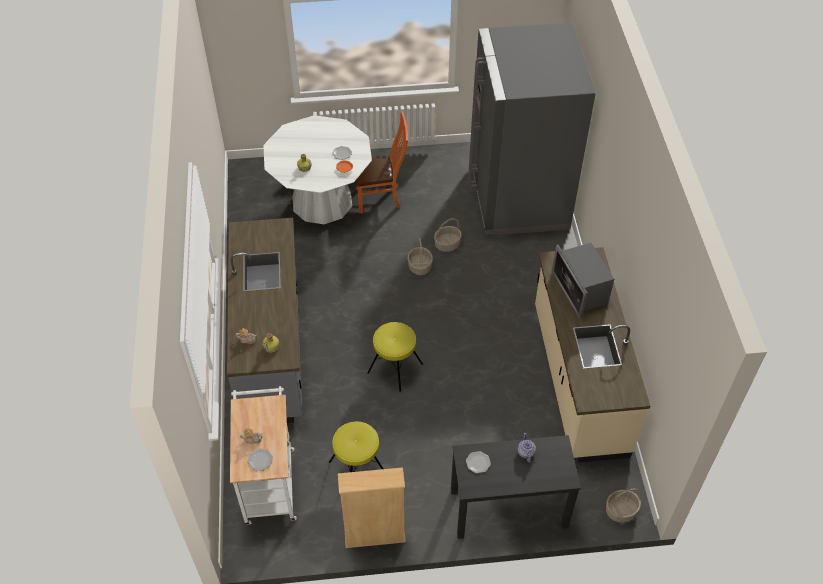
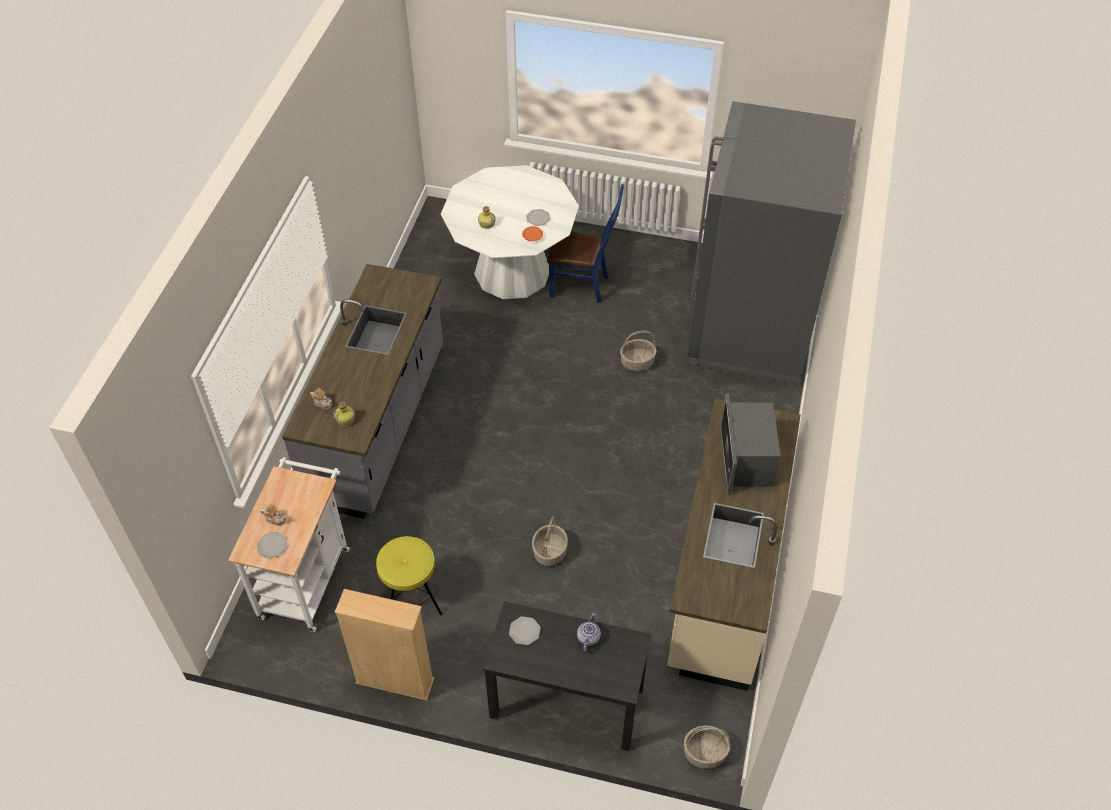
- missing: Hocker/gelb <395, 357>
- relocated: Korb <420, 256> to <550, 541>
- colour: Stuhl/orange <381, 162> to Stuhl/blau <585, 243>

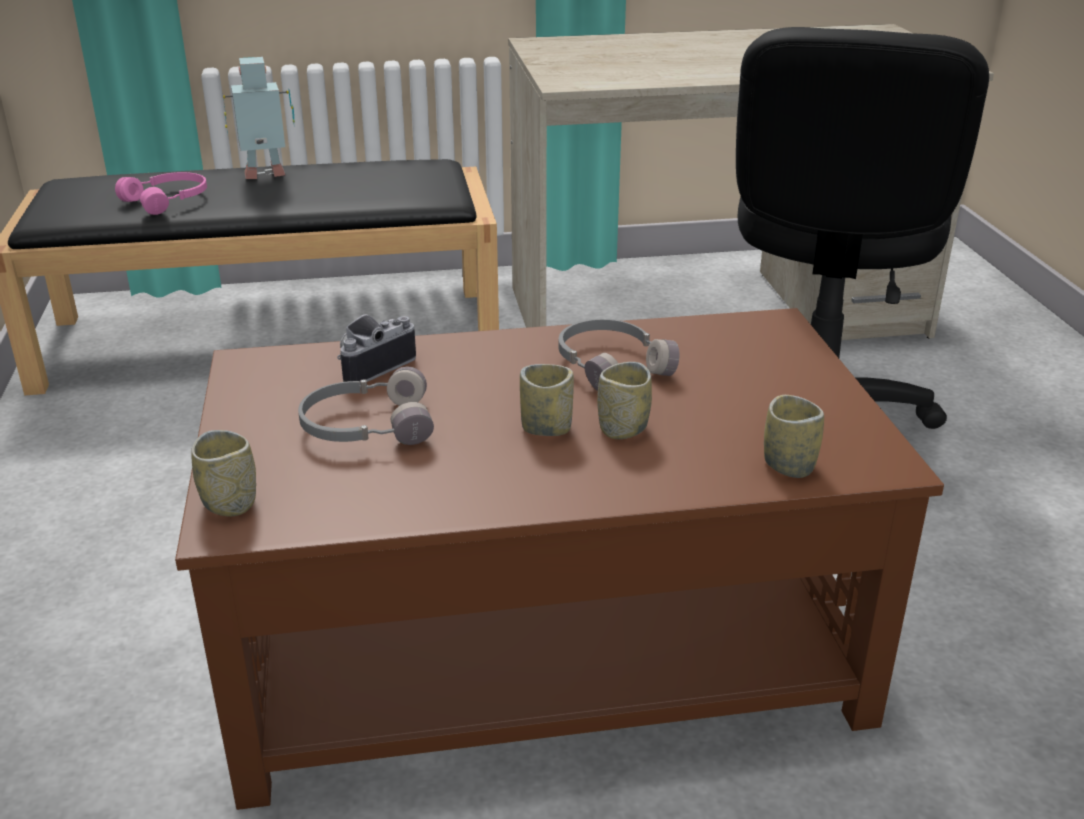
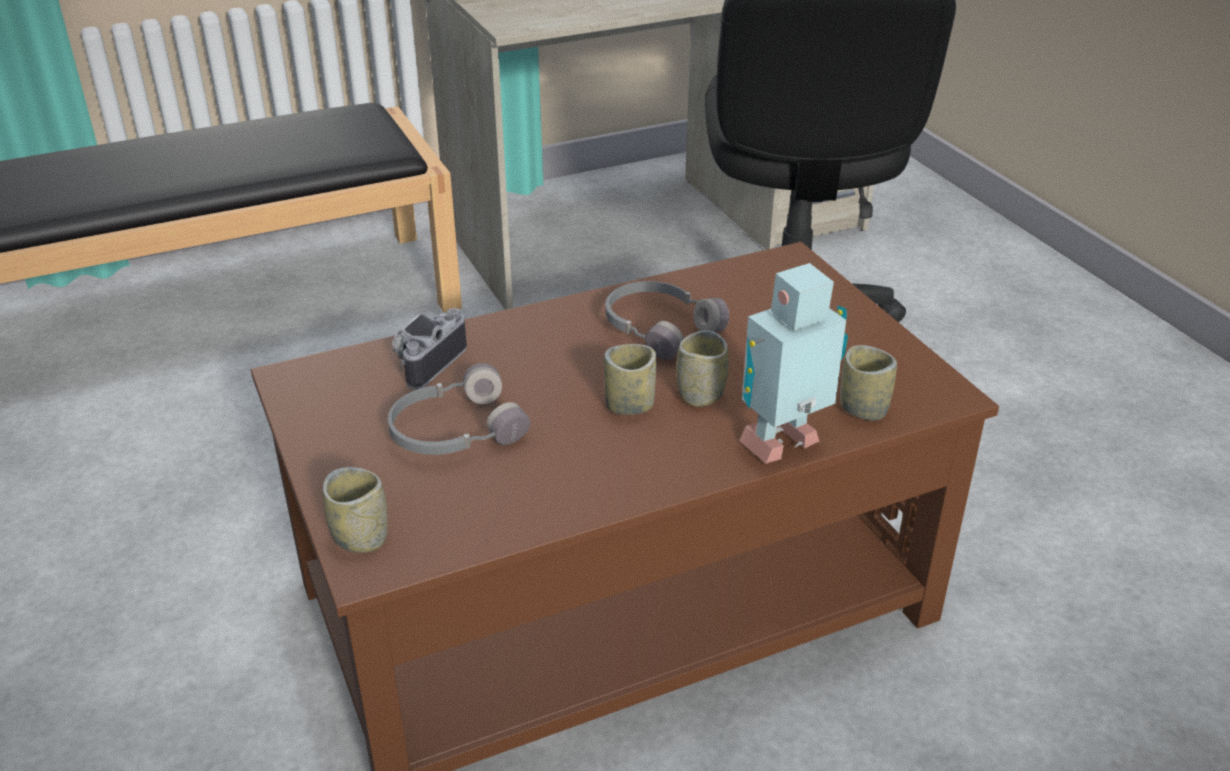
- missing: Kopfhörer/rosa <161, 193>
- relocated: Spielzeugroboter <259, 118> to <794, 363>

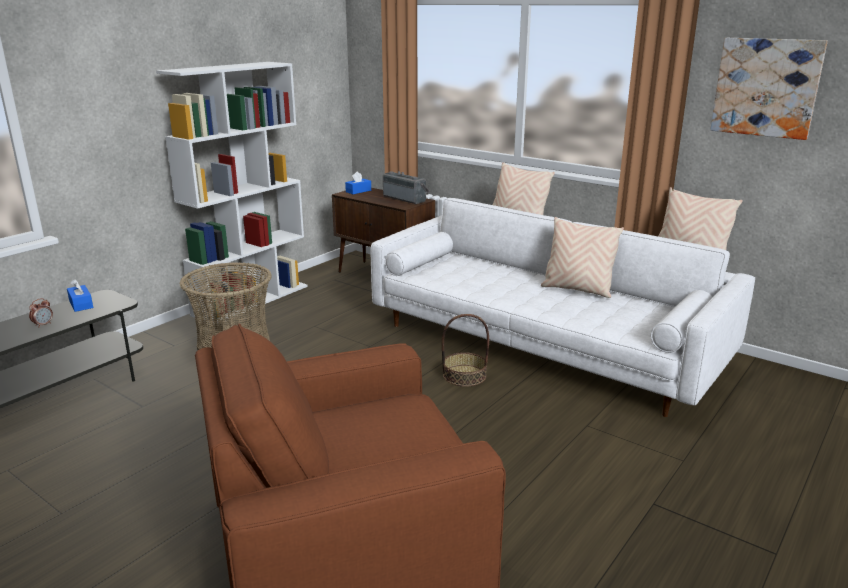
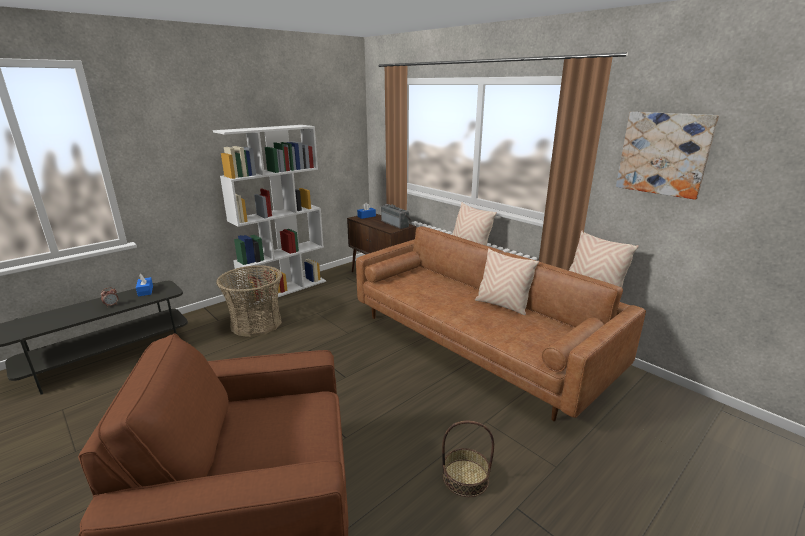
- relocated: Korb <465, 350> to <468, 459>
- colour: Sofa/weiß <562, 307> to Sofa/braun <501, 323>

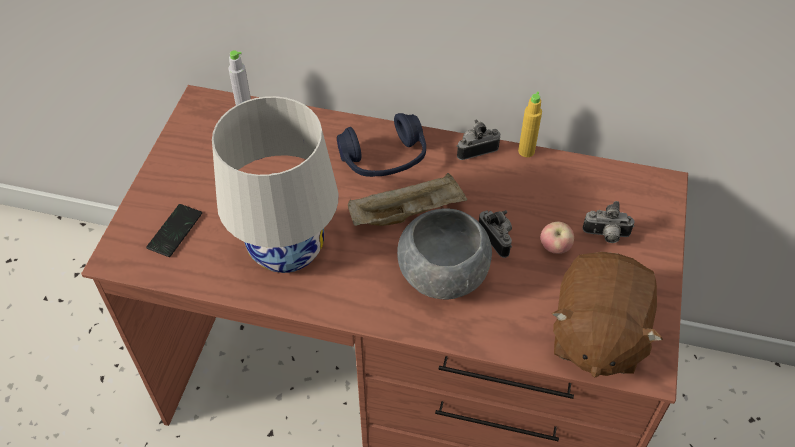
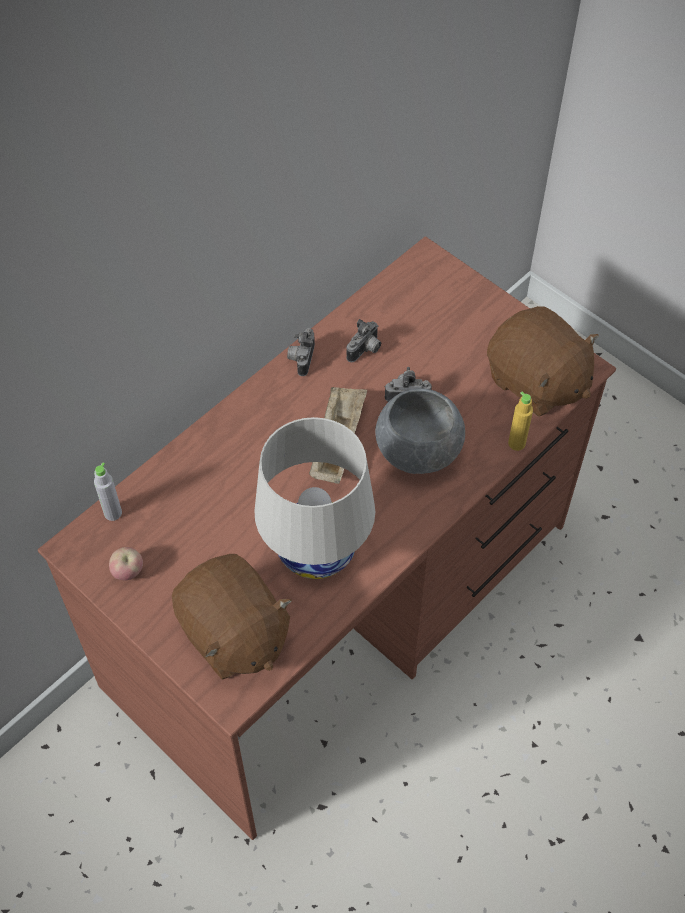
- missing: Kopfhörer/blau <381, 145>
- relocated: Flasche/gelb <530, 124> to <520, 421>
- relocated: Apfel <557, 237> to <126, 564>
- relocated: Kamera <608, 222> to <363, 340>
- exchanged: Handy <174, 230> to Plüschtier/braun <232, 617>

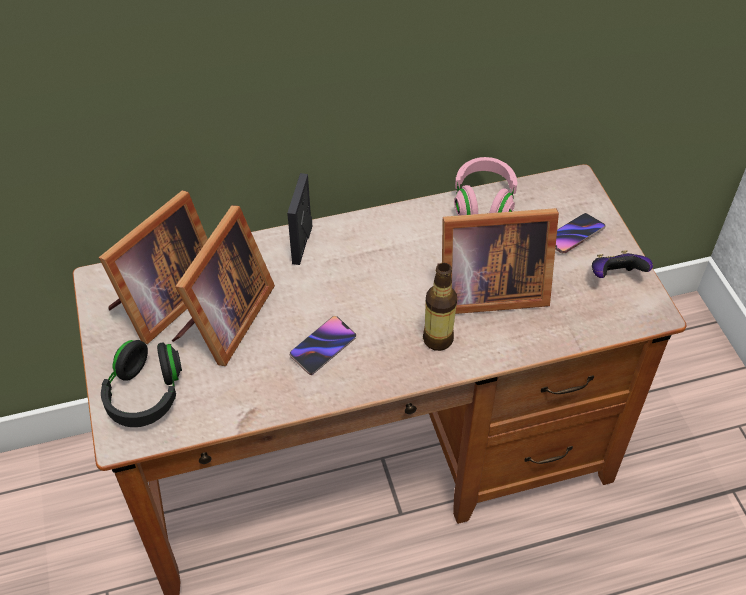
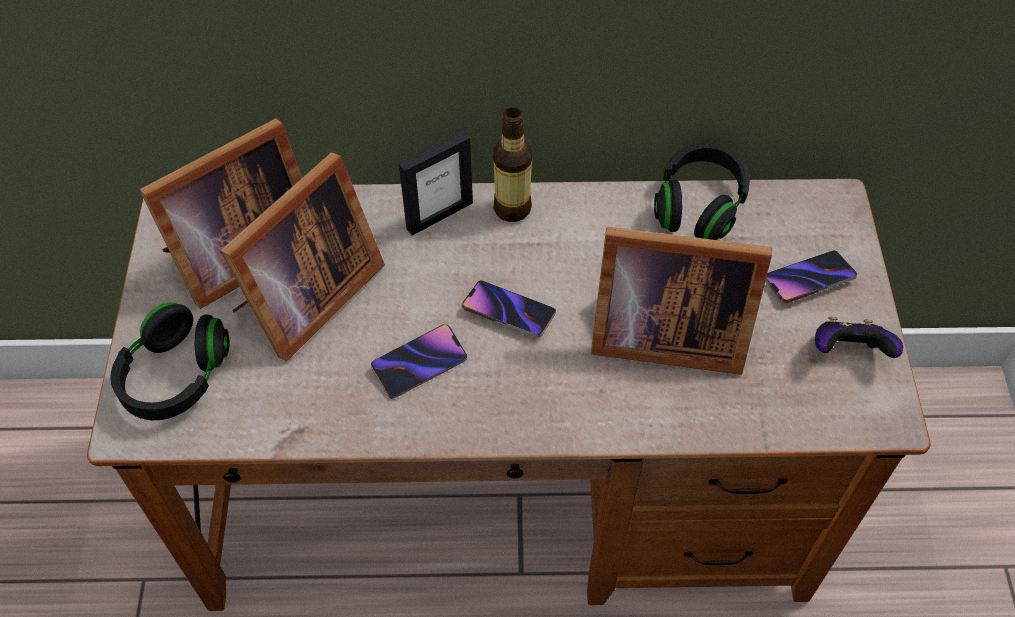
- appeared: Handy <509, 309>
- relocated: Flasche <440, 307> to <512, 164>
- colour: Kopfhörer/rosa <486, 186> to Kopfhörer/schwarz <702, 191>
- spun: Bilderrahmen <299, 219> = <436, 183> 150 degrees counterclockwise

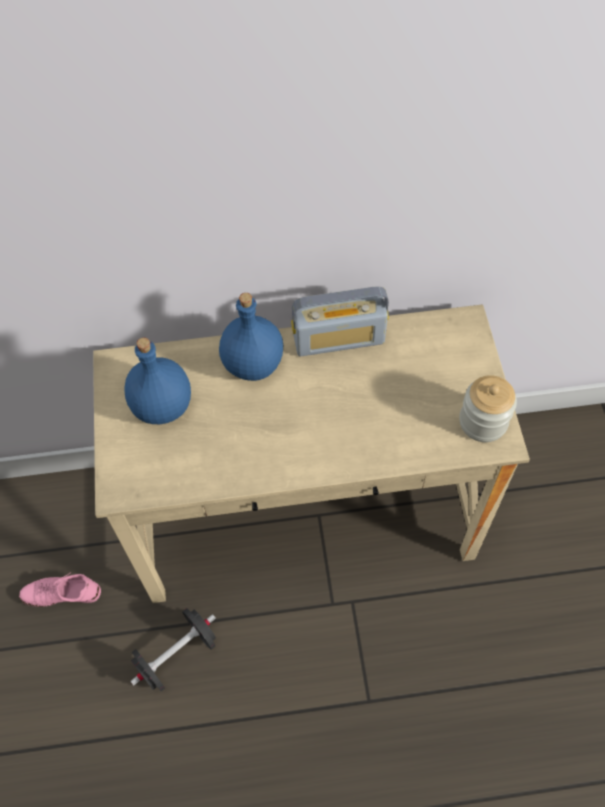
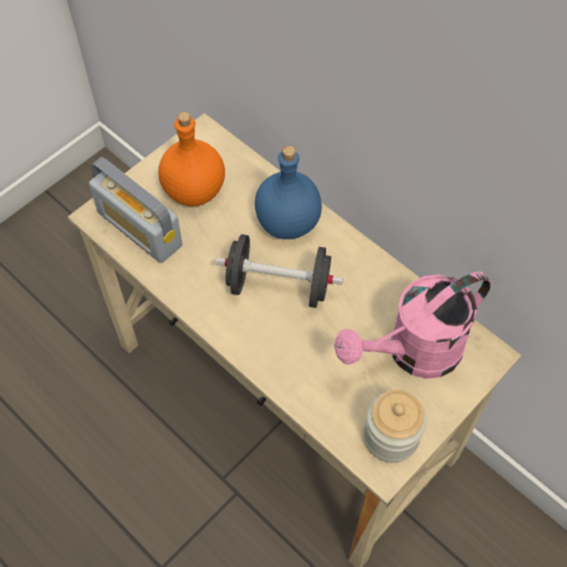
- missing: Schuh/rosa <60, 589>
- appeared: Gießkanne/rosa <412, 325>
- relocated: Hantel/schwarz <173, 649> to <279, 271>
- relocated: Radio <340, 321> to <135, 210>
- colour: Flasche/blau <157, 381> to Flasche/orange <191, 159>

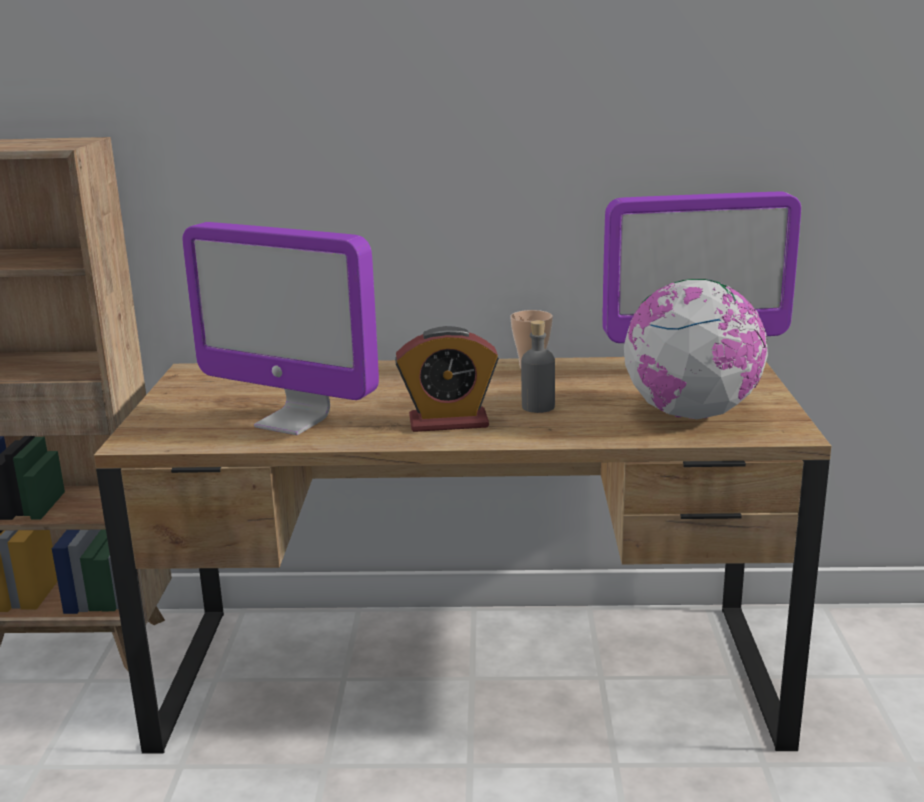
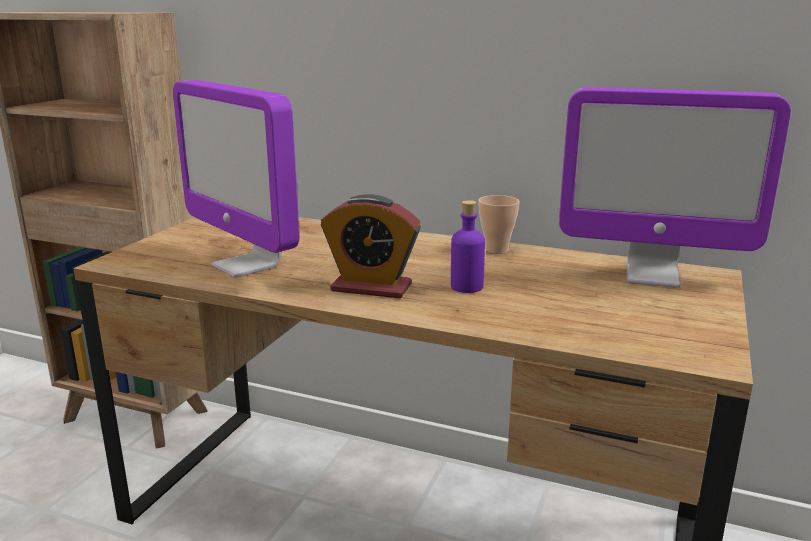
- missing: Globus <696, 349>
- colour: Flasche/grau <538, 366> to Flasche/lila <468, 246>

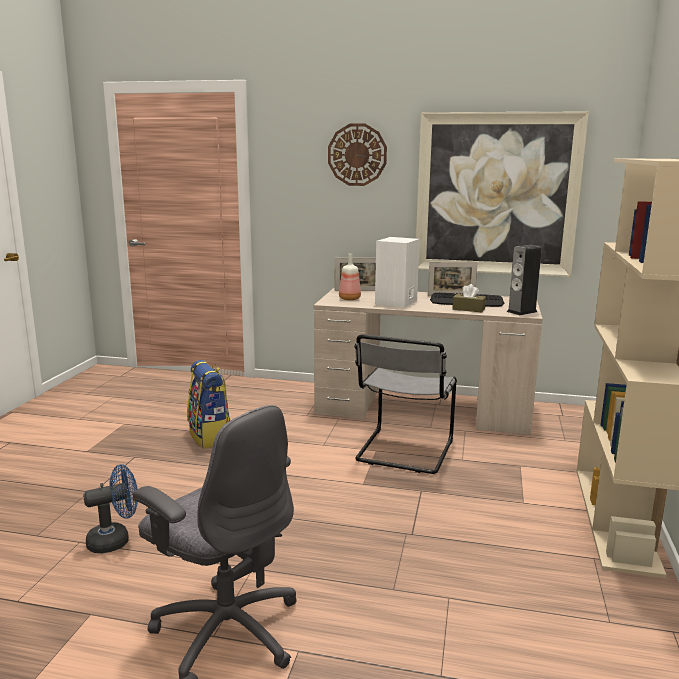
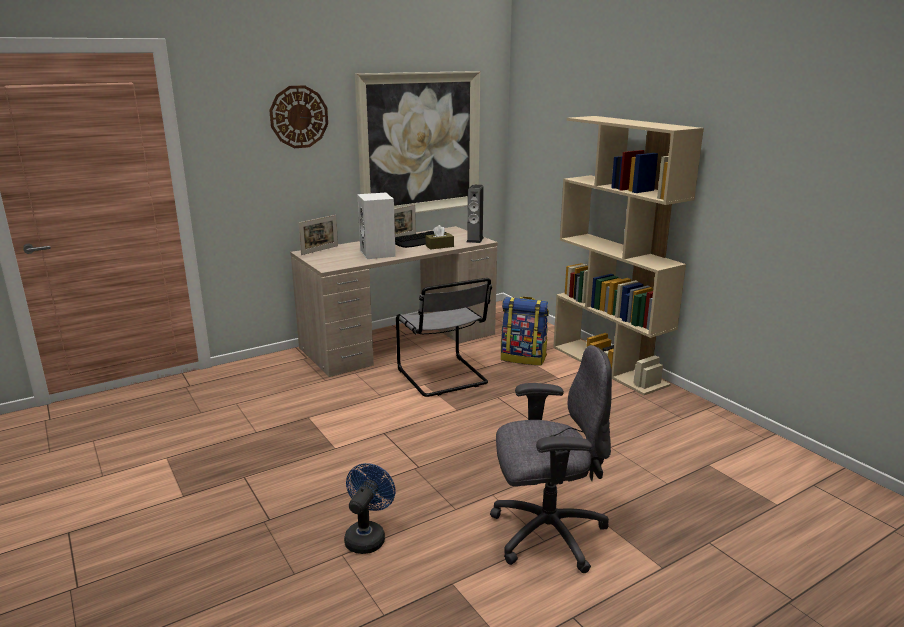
- missing: Flasche <350, 277>
- relocated: Rucksack <208, 404> to <525, 331>

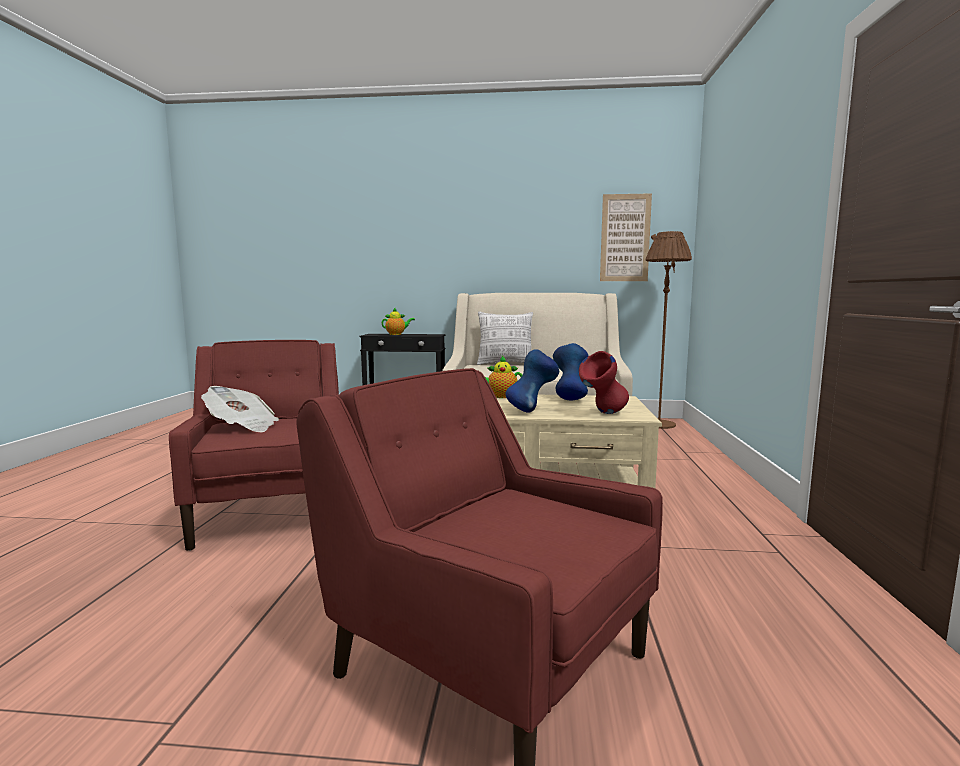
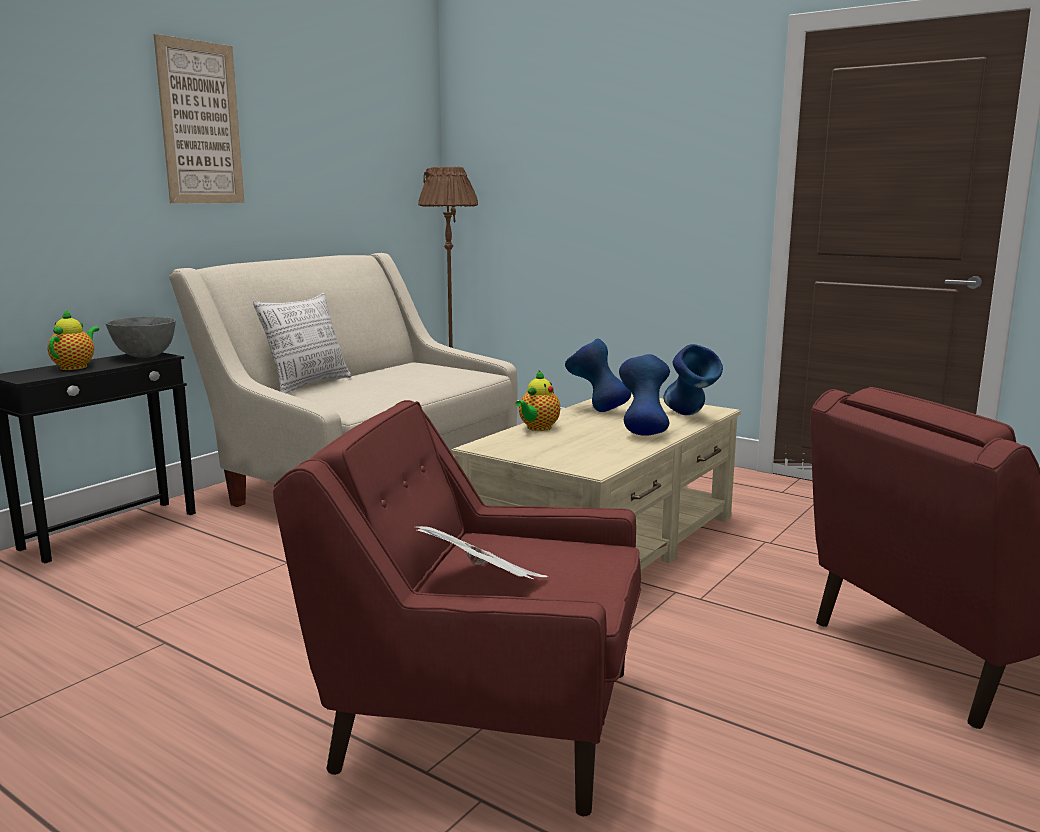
- appeared: Schüssel/grau <141, 337>
- relocated: Bild <626, 237> to <199, 119>
- colour: Vase/rot <604, 382> to Vase/blau <693, 379>

